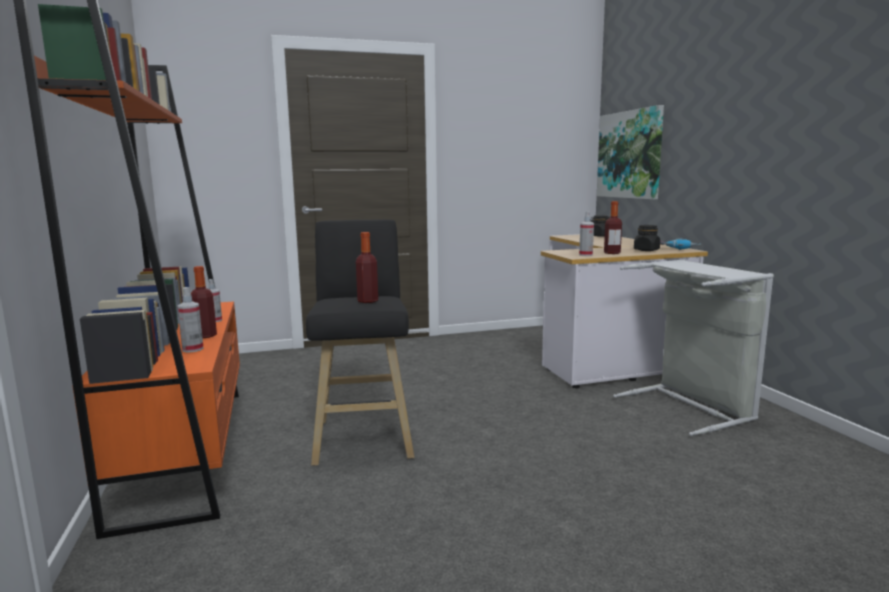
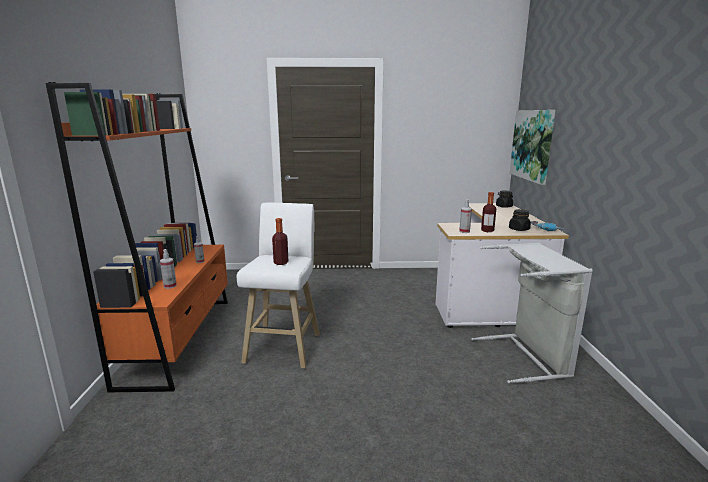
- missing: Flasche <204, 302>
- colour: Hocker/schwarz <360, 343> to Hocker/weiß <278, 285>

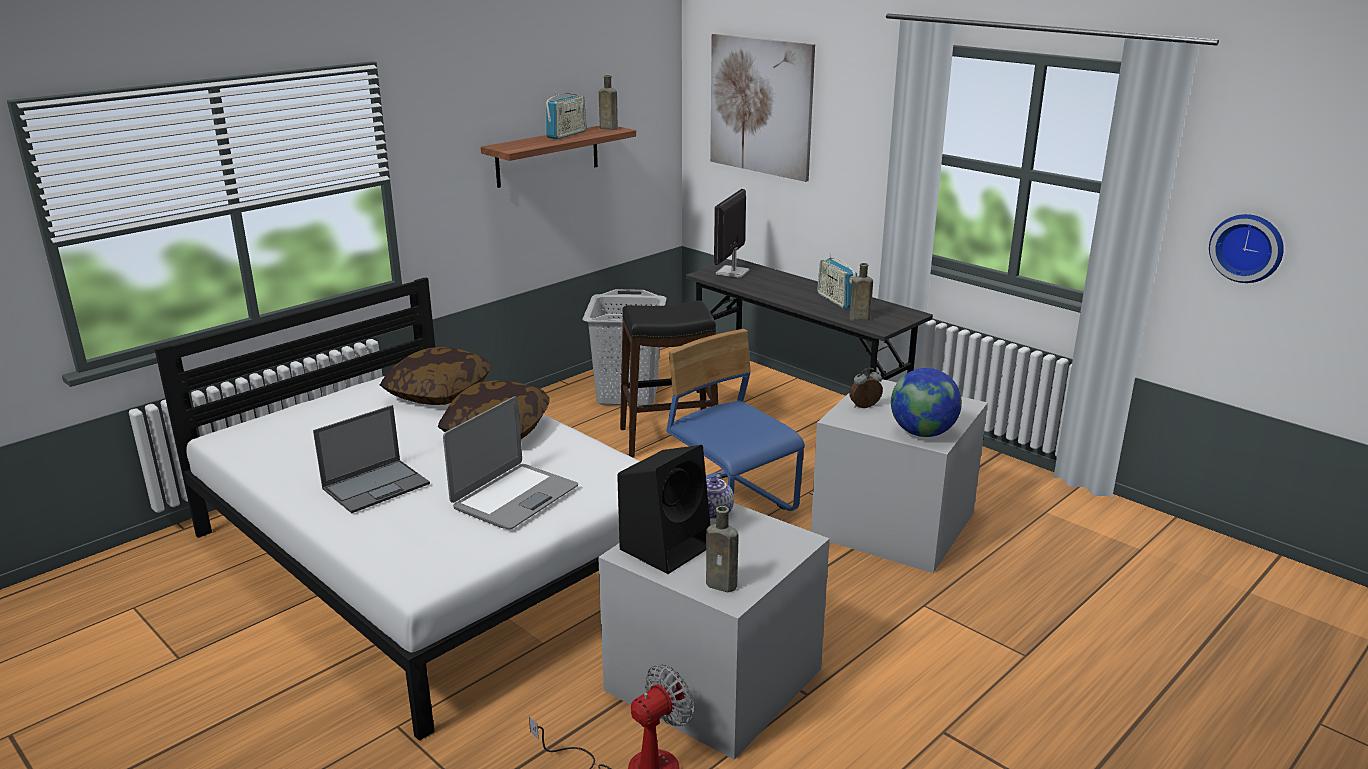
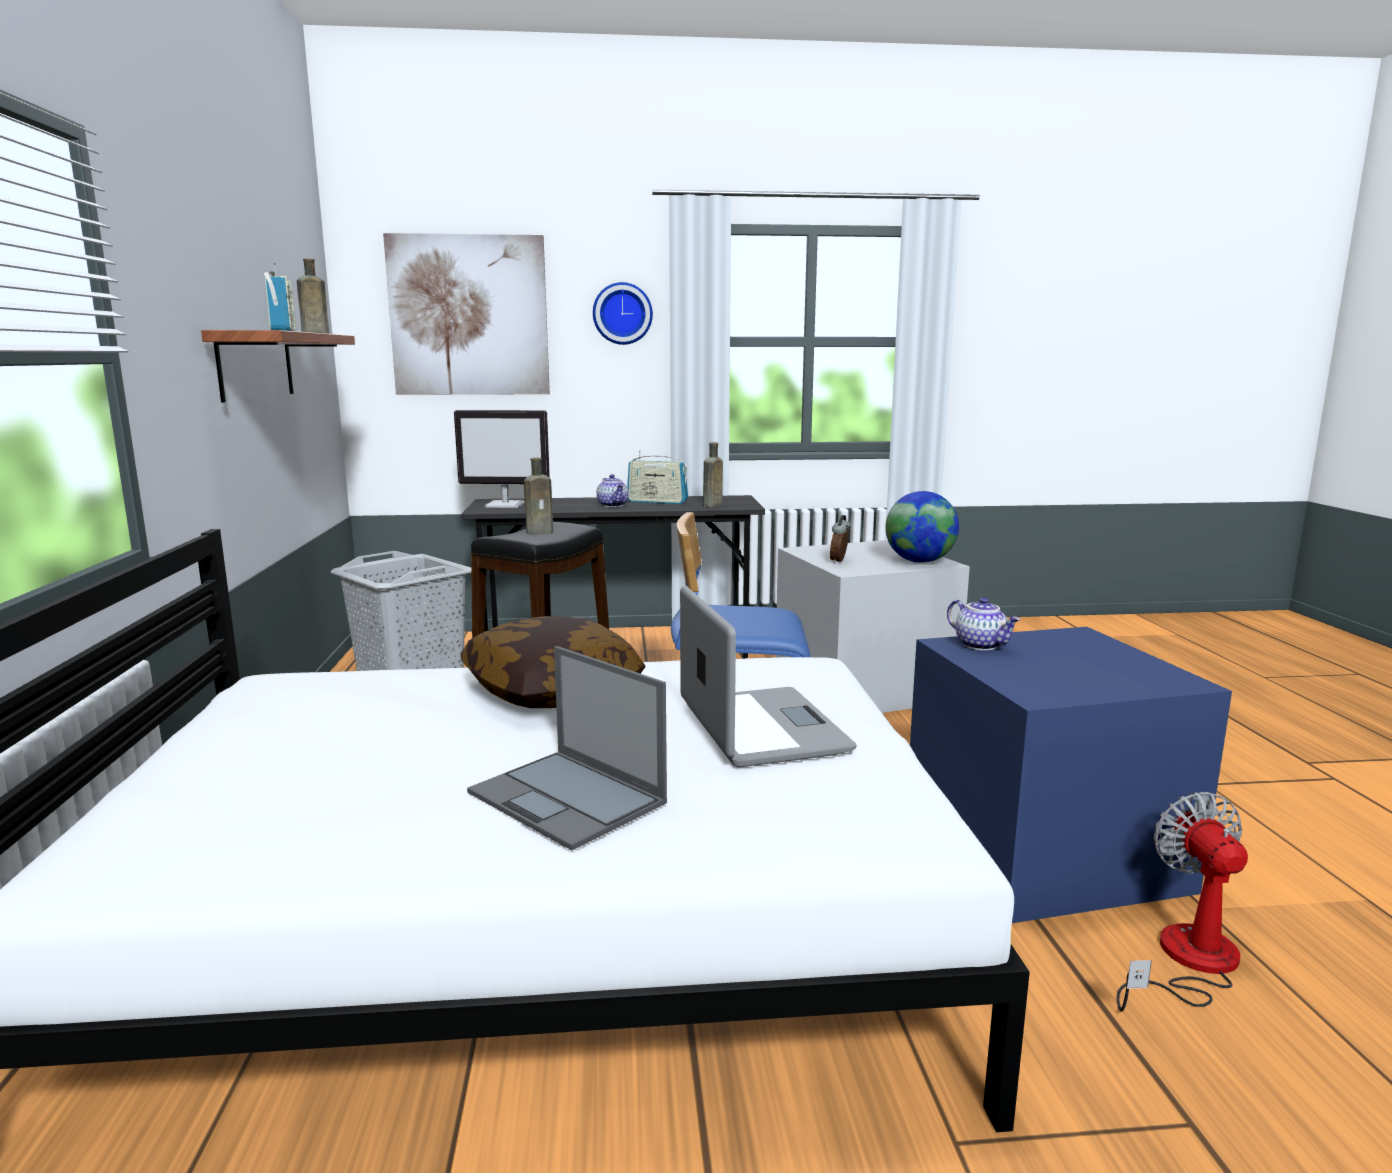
- missing: Kissen <436, 376>
- missing: Lautsprecher/schwarz <663, 509>
- appeared: Teekanne <612, 490>
- relocated: Flasche/braun <722, 549> to <538, 496>
- relocated: Wanduhr <1246, 248> to <623, 313>
- colour: Aufbewahrungsbox/grau <714, 631> to Aufbewahrungsbox/blau <1071, 775>
- spun: Laptop <371, 459> = <567, 748> 135 degrees clockwise
- spun: Monitor <732, 233> = <502, 459> 60 degrees counterclockwise

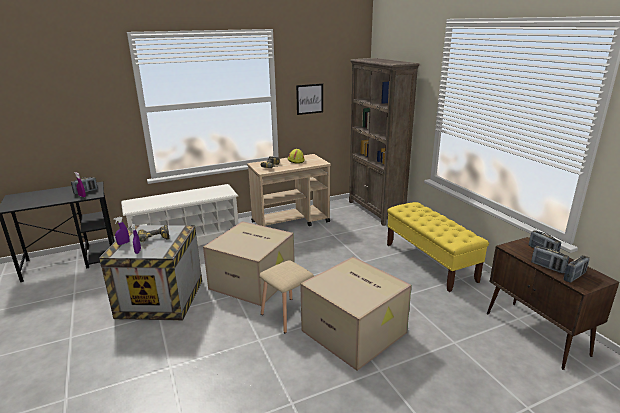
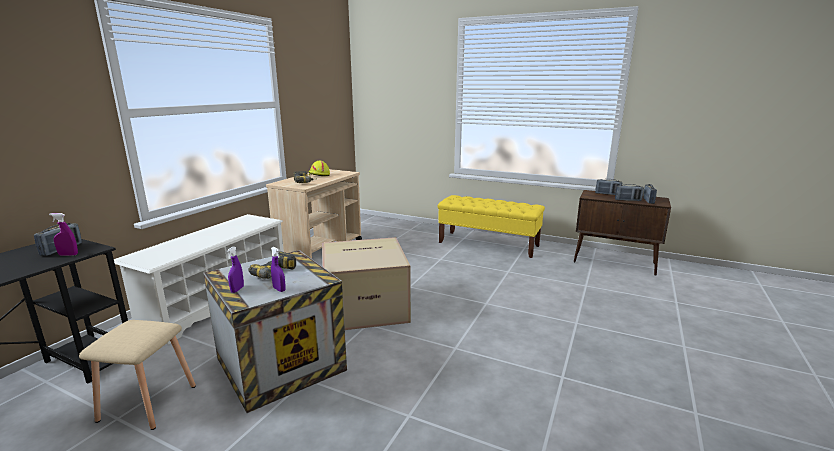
- missing: Bild <309, 99>
- missing: Karton <356, 314>
- missing: Bücherregal/braun <384, 142>
- relocated: Hocker/beige <286, 296> to <137, 375>

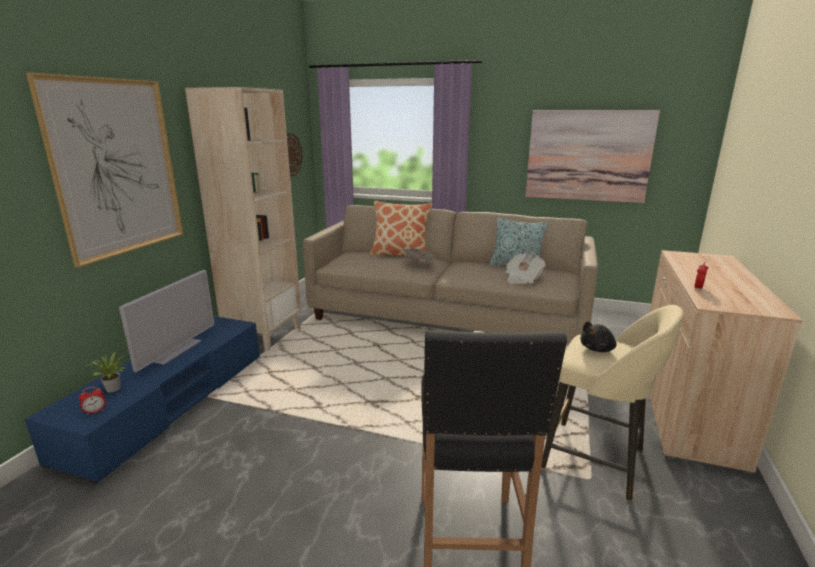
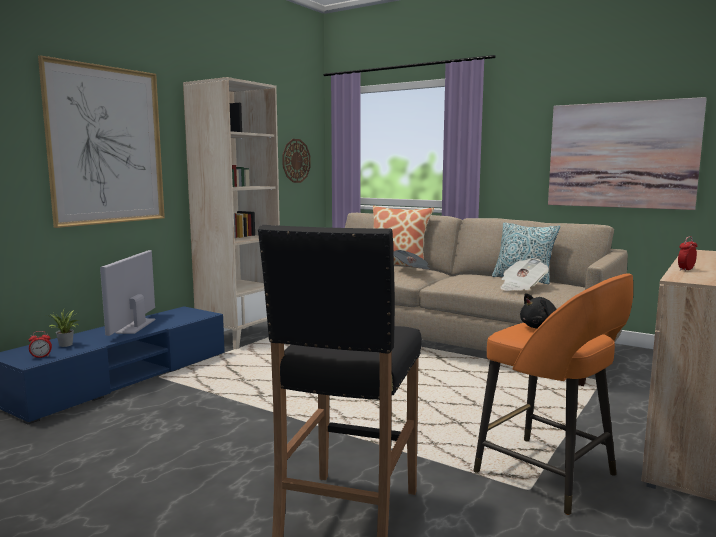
- colour: Hocker/beige <612, 403> to Hocker/orange <553, 394>
- spun: Fernseher <167, 321> = <127, 293> 150 degrees clockwise

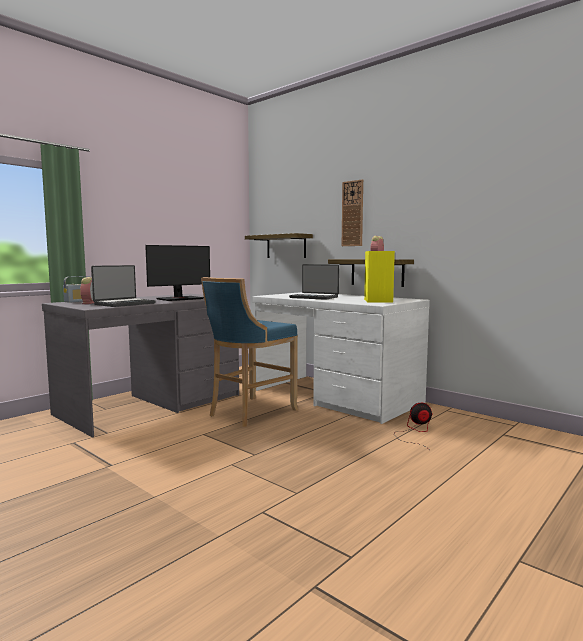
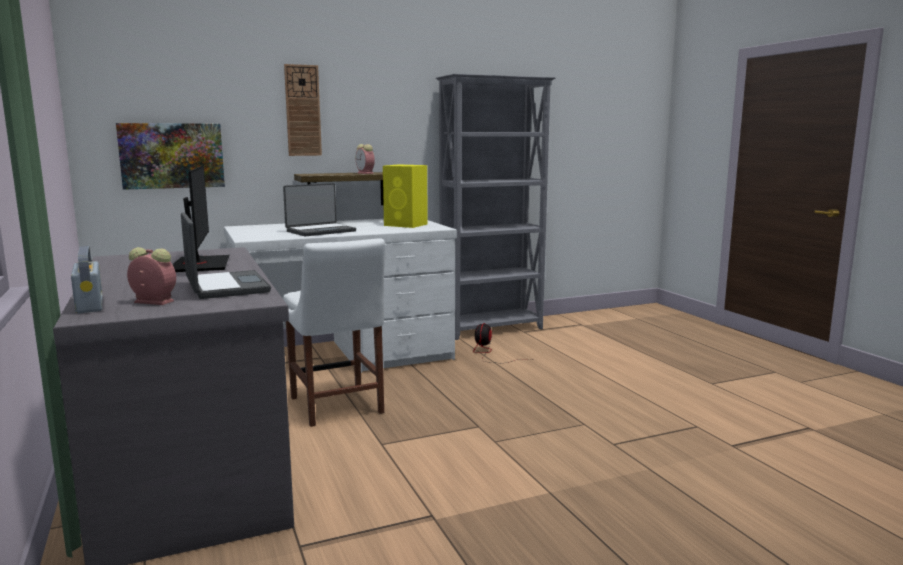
- appeared: Bücherregal/grau <495, 207>
- exchanged: Hocker/blau <249, 352> to Stuhl/weiß <334, 332>
- exchanged: Wandregal <279, 245> to Bild <170, 156>

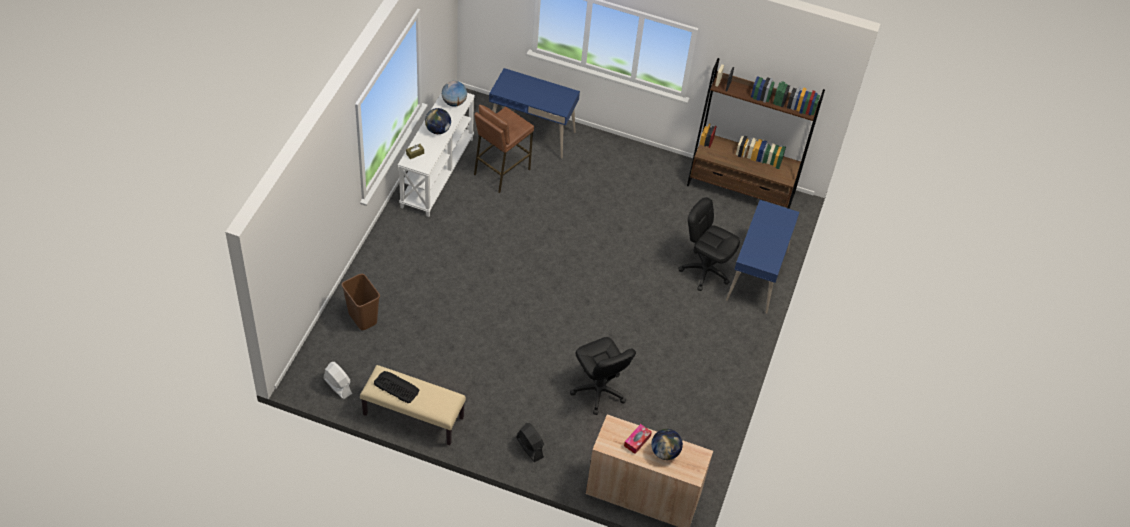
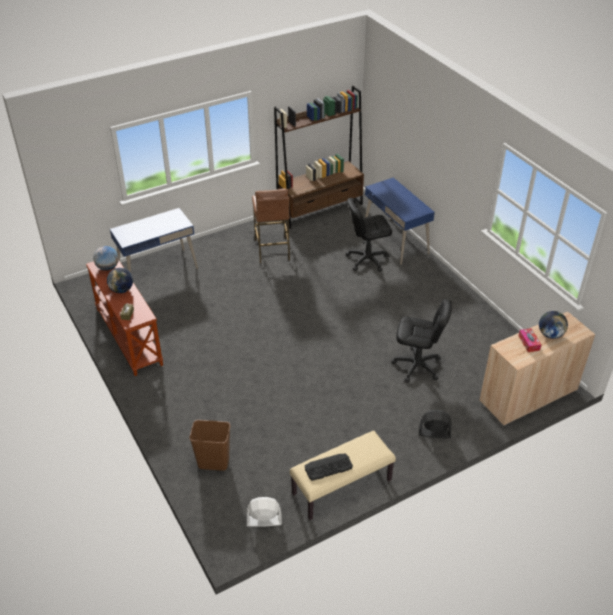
- relocated: Hocker/braun <504, 149> to <271, 226>
- colour: Konsolentisch/weiß <436, 154> to Konsolentisch/braun <124, 318>

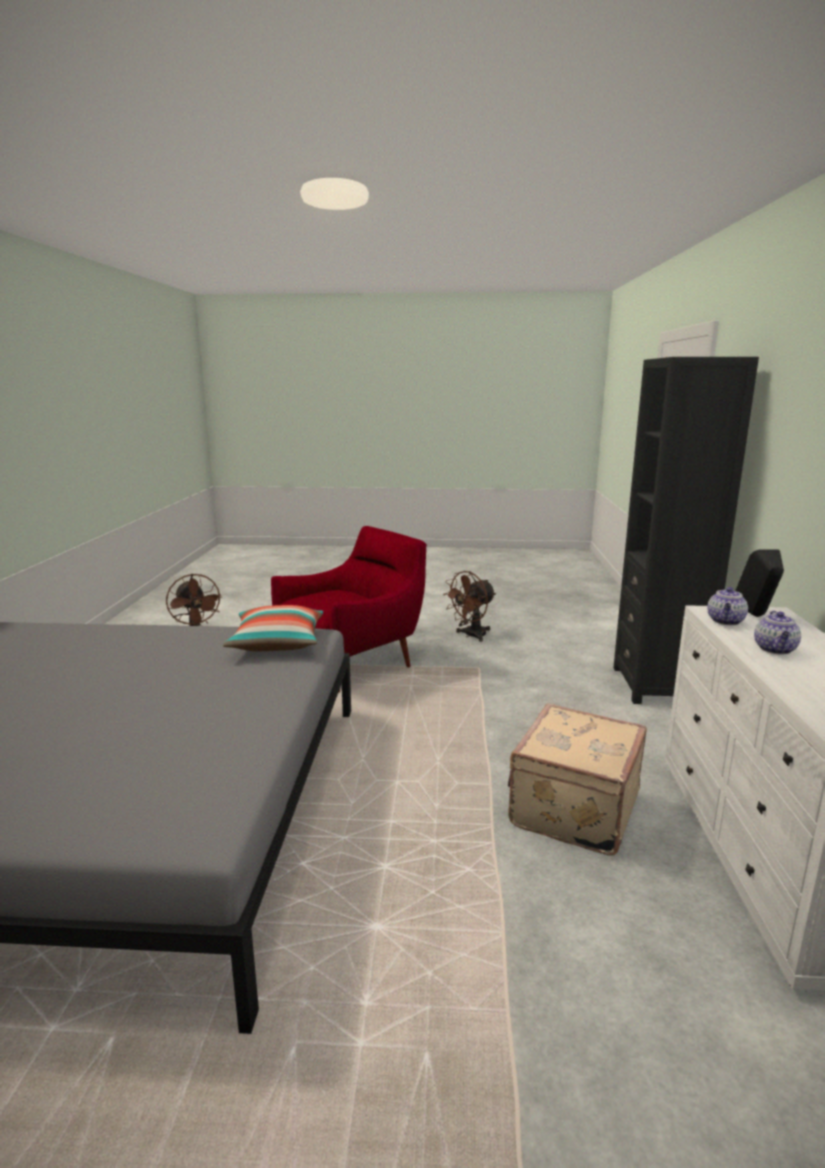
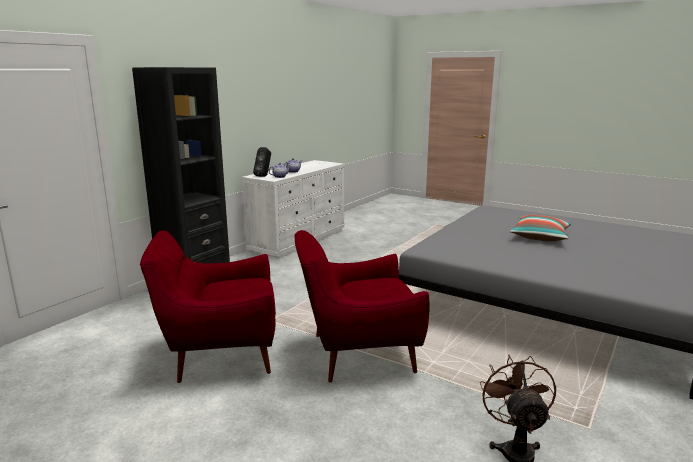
- missing: Koffer/beige <577, 780>
- relocated: Kissen <273, 628> to <540, 228>
- exchanged: Ventilator/braun <469, 606> to Sessel/rot <208, 306>

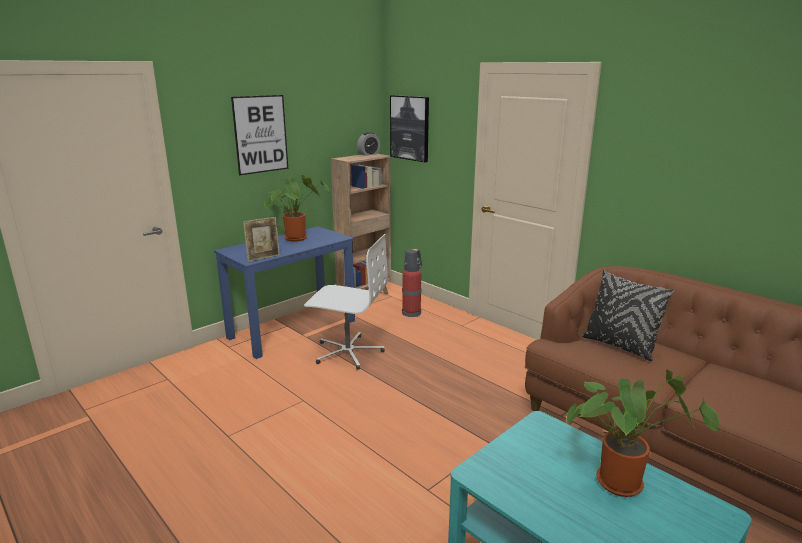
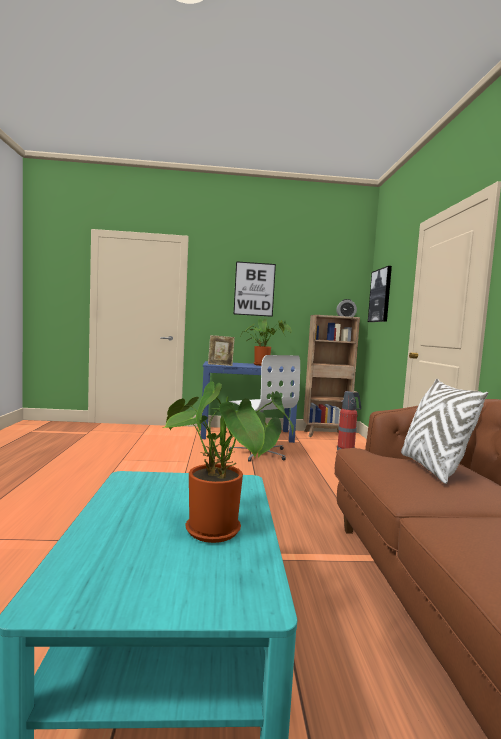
- colour: Kissen/schwarz <628, 315> to Kissen/weiß <444, 431>

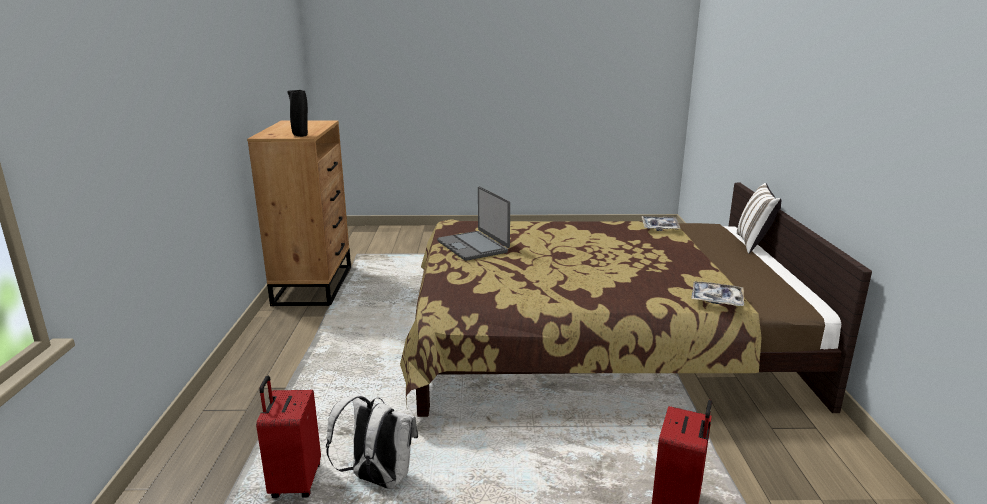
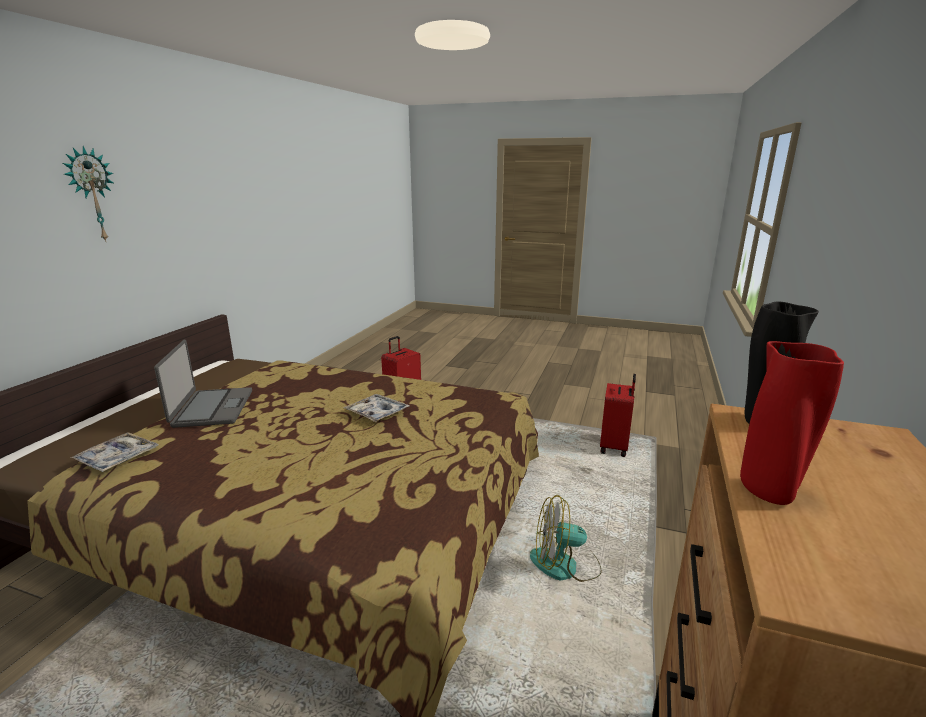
- missing: Rucksack/weiß <372, 442>
- missing: Kissen/weiß <758, 218>
- appeared: Wanduhr <88, 193>
- appeared: Ventilator <565, 538>
- appeared: Vase/rot <792, 423>
- relocated: Laptop <473, 223> to <203, 384>
- relocated: Tablett <717, 293> to <376, 408>

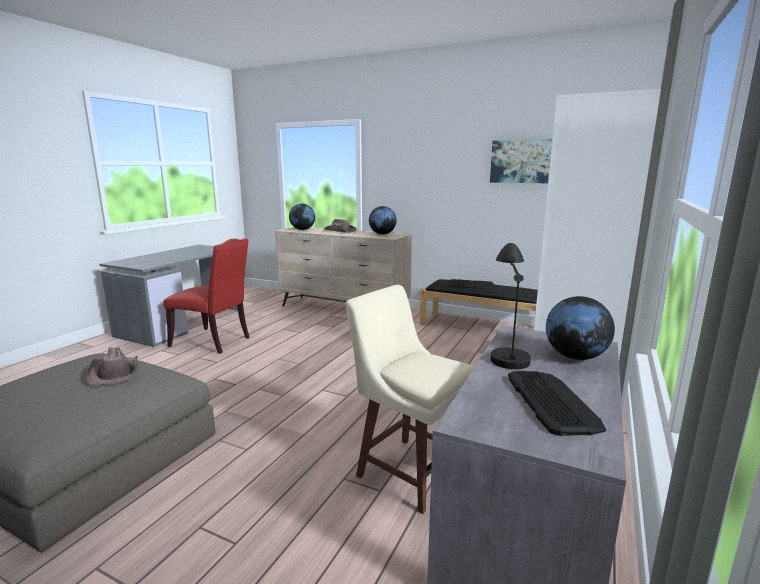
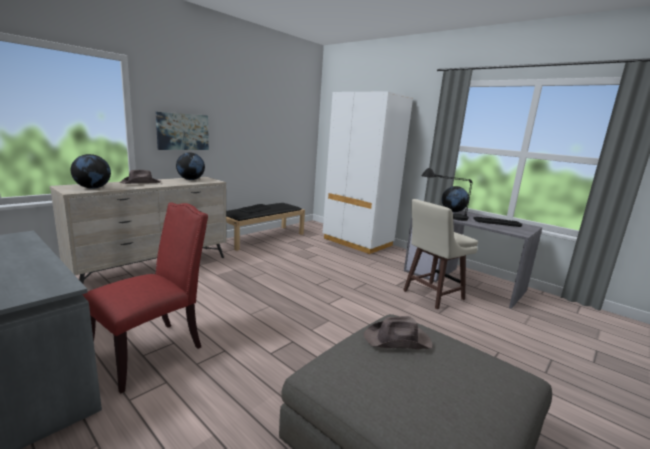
- relocated: Bild <521, 161> to <182, 131>

